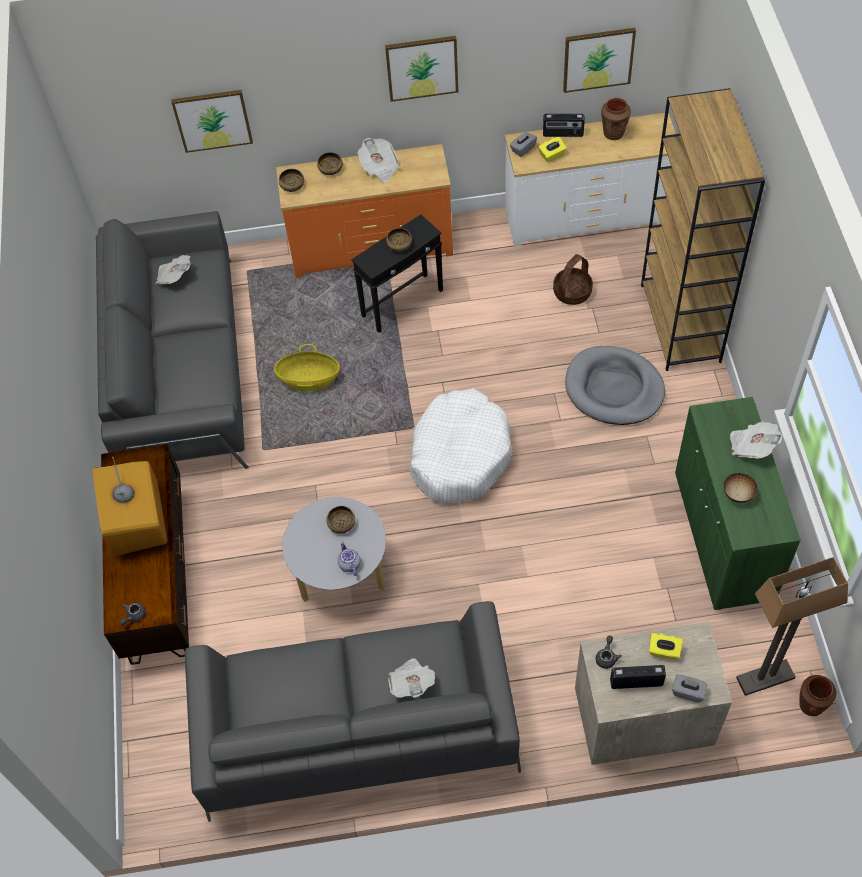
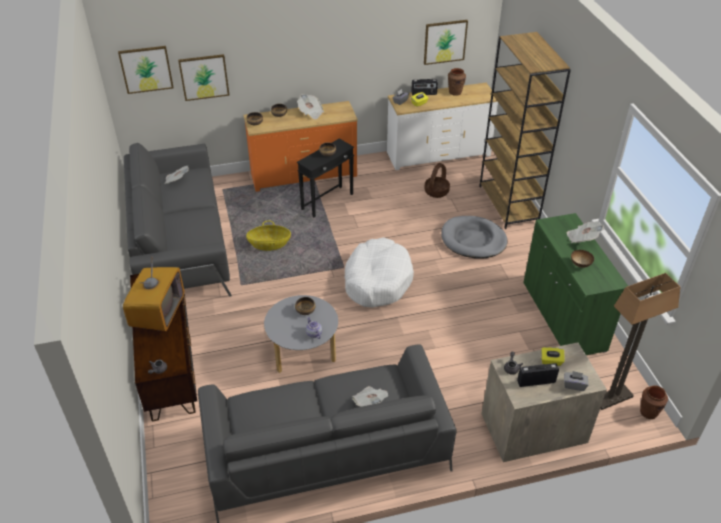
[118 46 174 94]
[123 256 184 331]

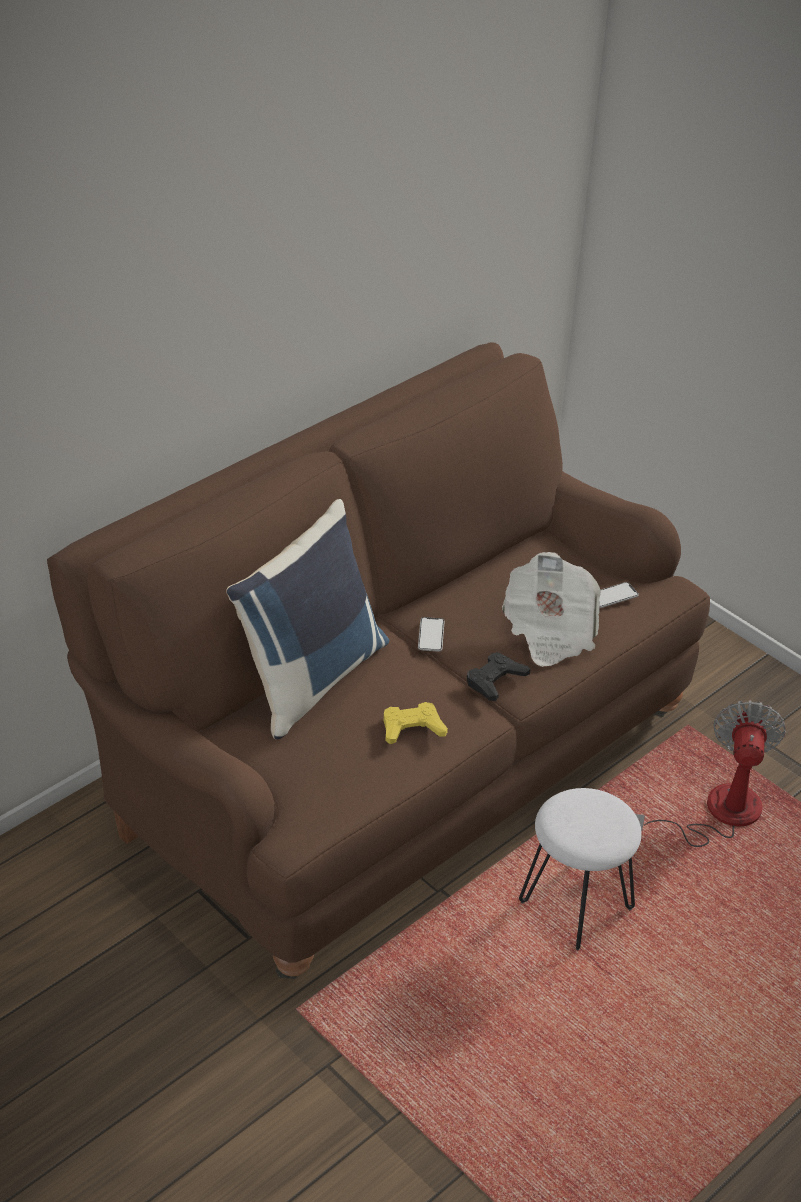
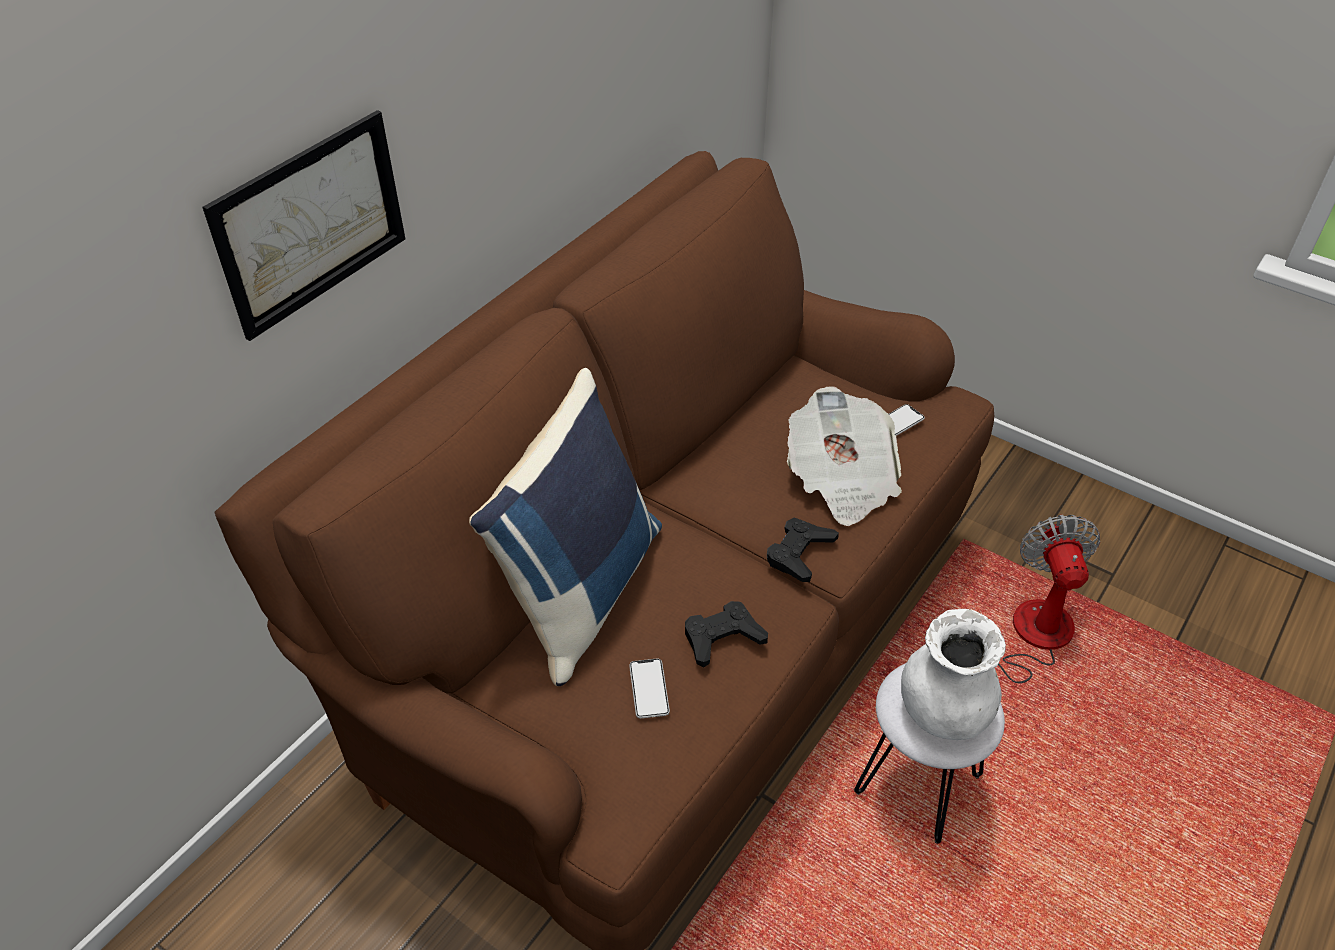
[629 659 670 718]
[685 601 768 668]
[202 110 405 341]
[901 609 1006 740]

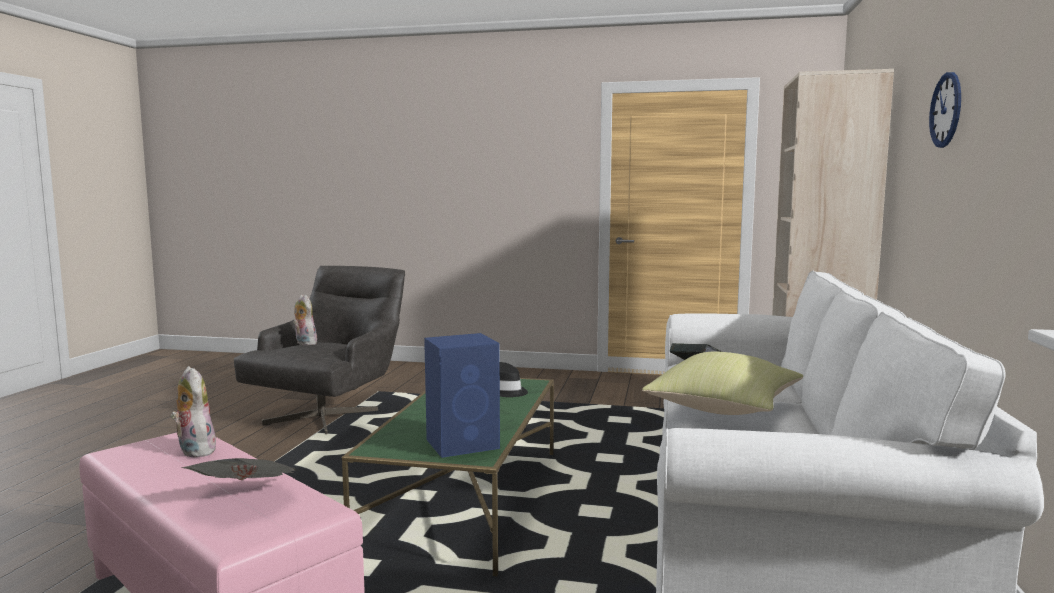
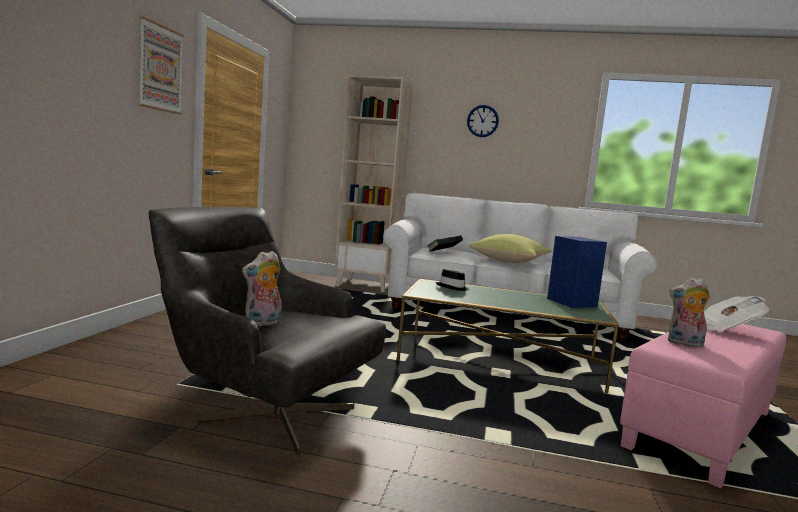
[668 278 710 347]
[139 16 184 114]

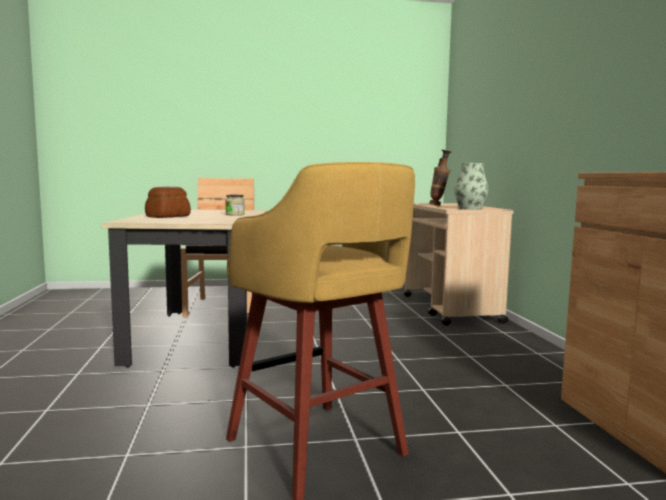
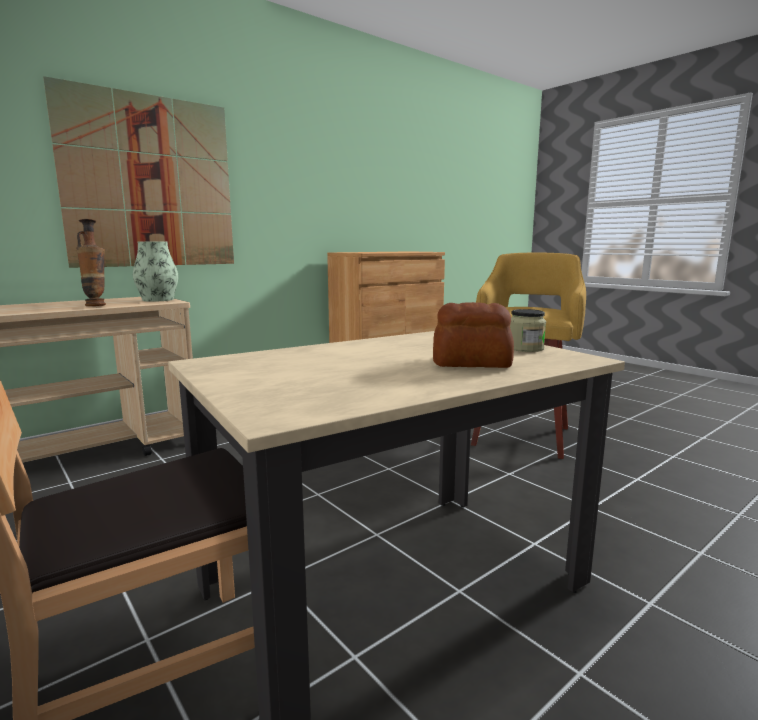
[510 309 546 352]
[43 76 234 268]

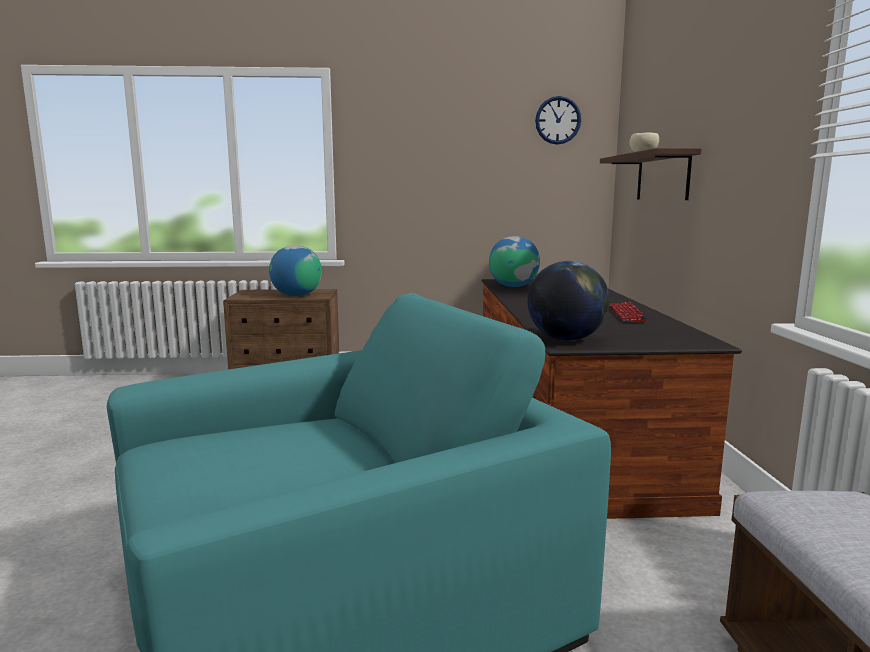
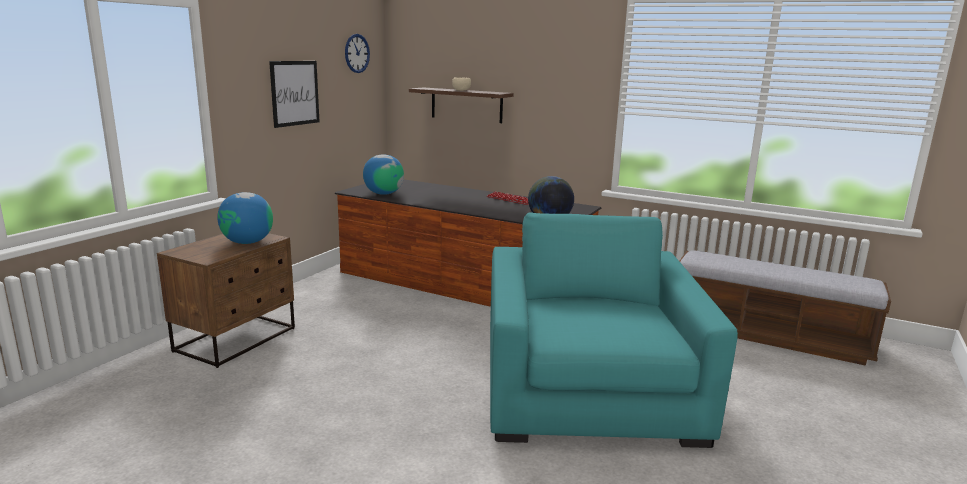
[269 61 319 128]

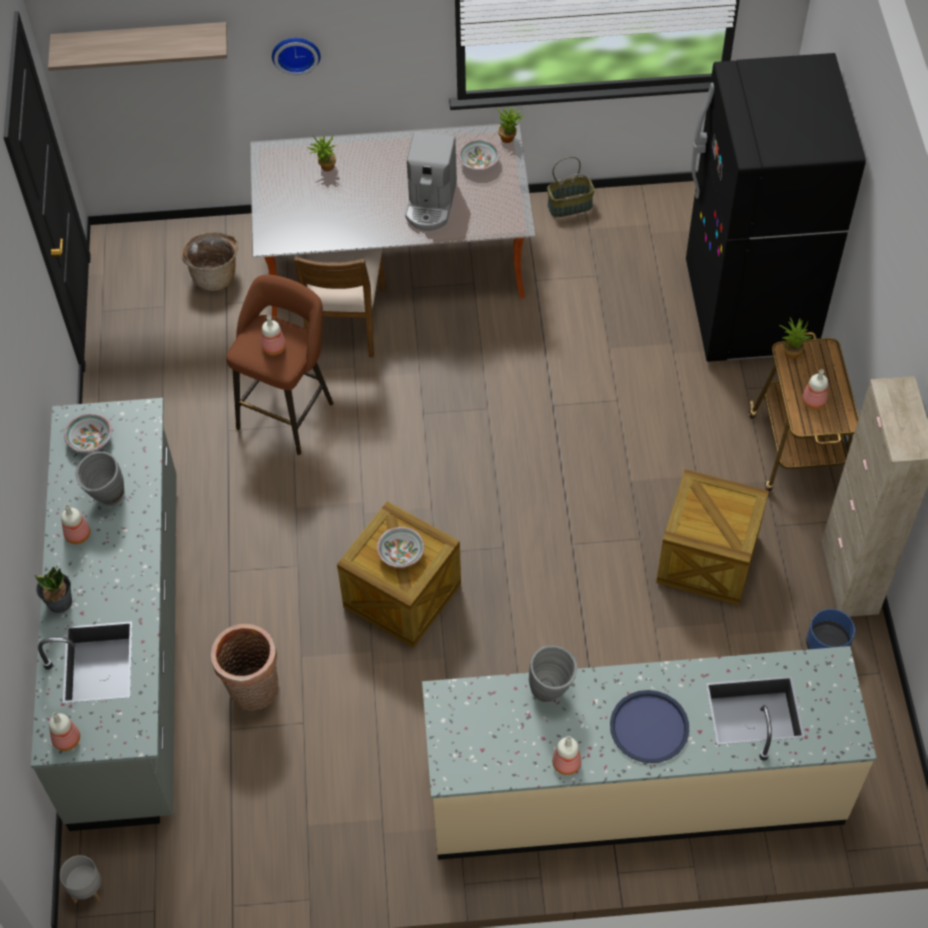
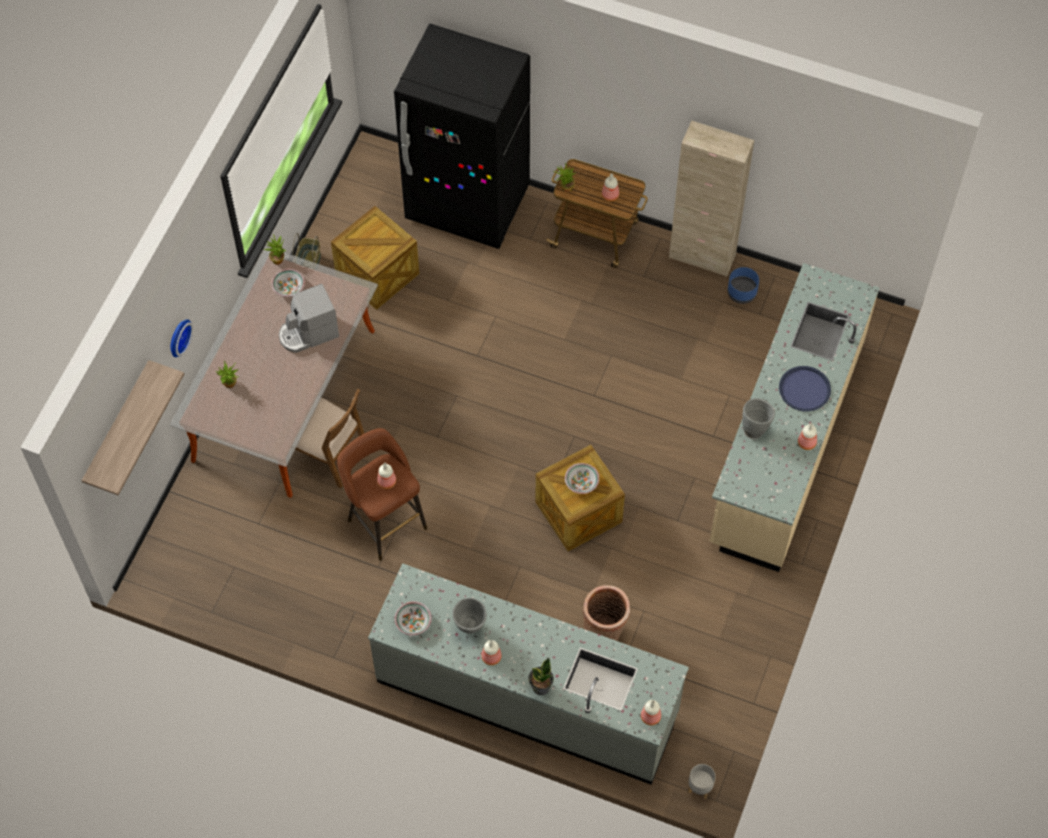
[279 284 339 353]
[182 232 238 291] (first image)
[331 206 419 310]

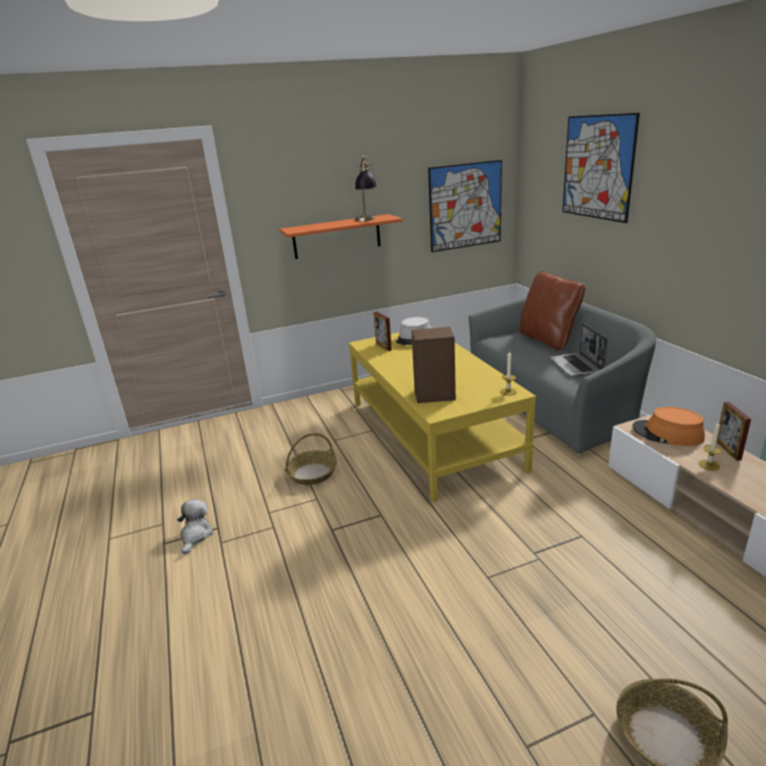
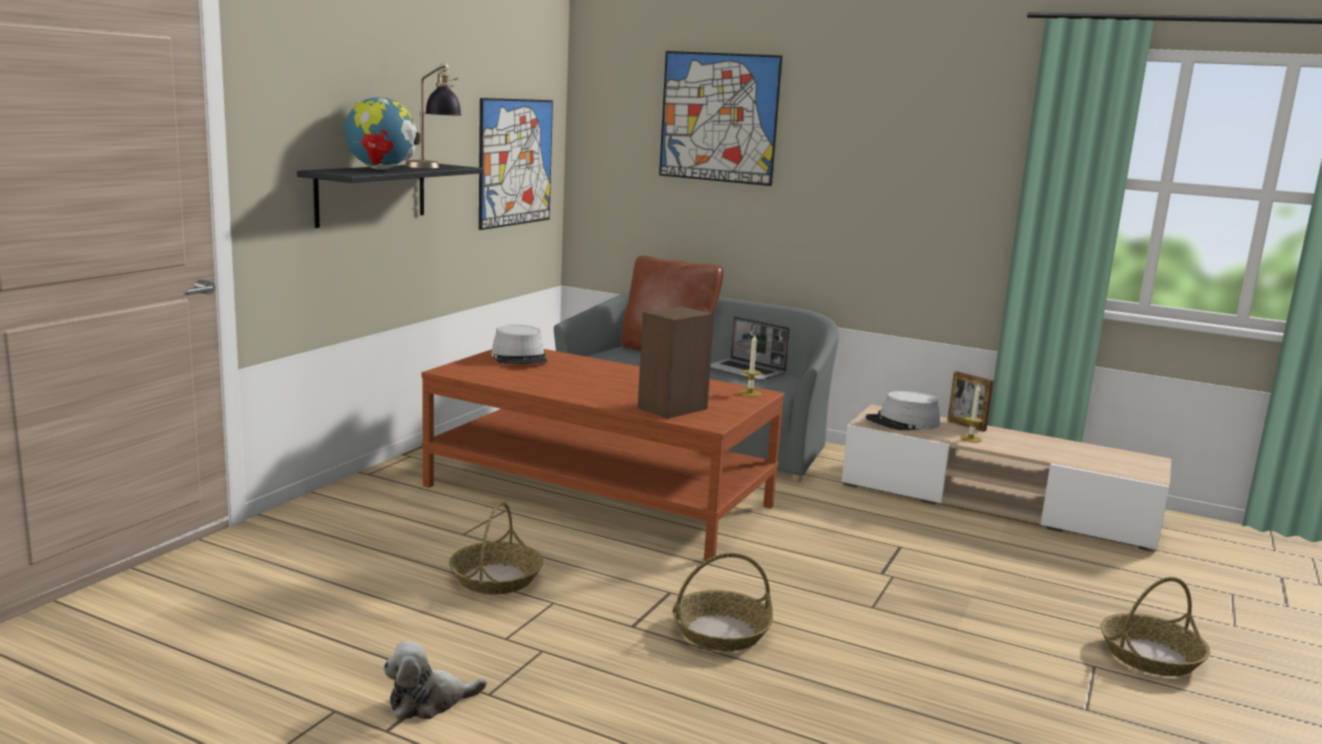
[297 164 484 228]
[374 311 392 351] (first image)
[422 349 784 561]
[865 391 940 430]
[383 641 487 719]
[344 97 420 170]
[672 553 773 651]

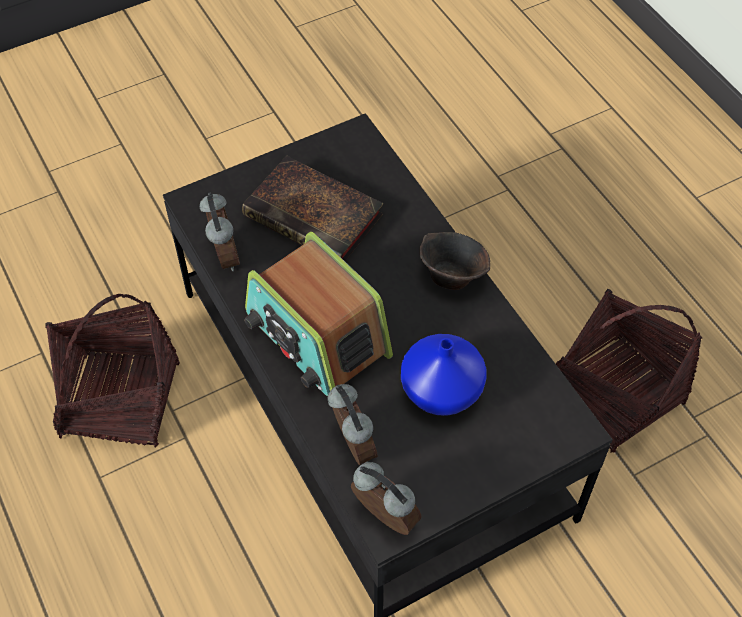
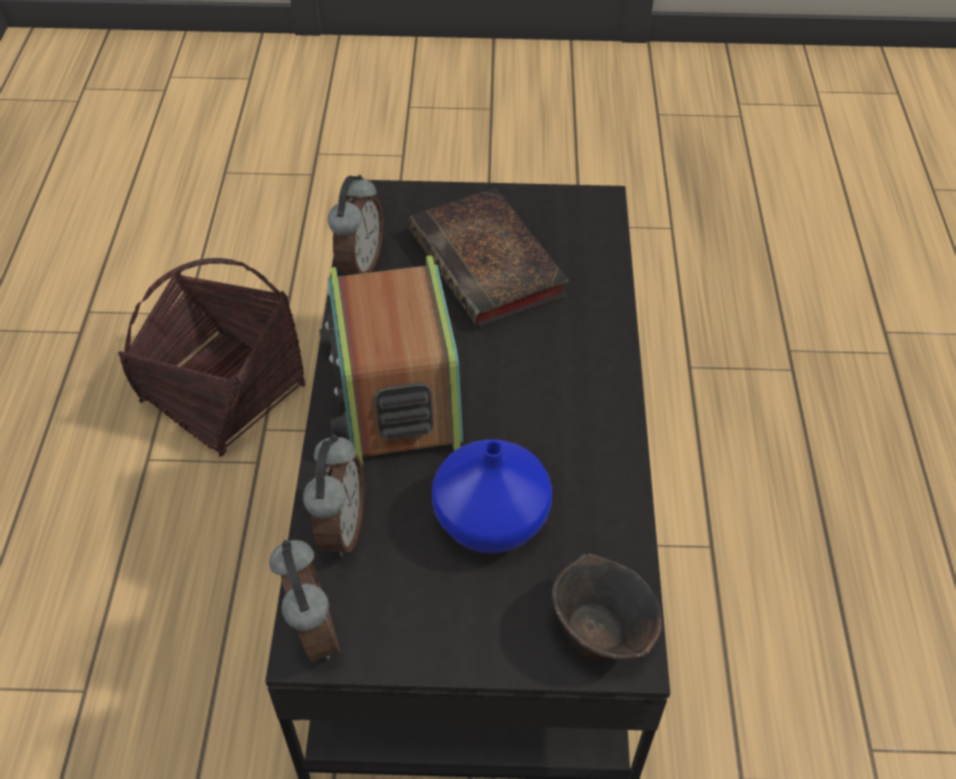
[552 554 662 660]
[556 289 702 452] (first image)

